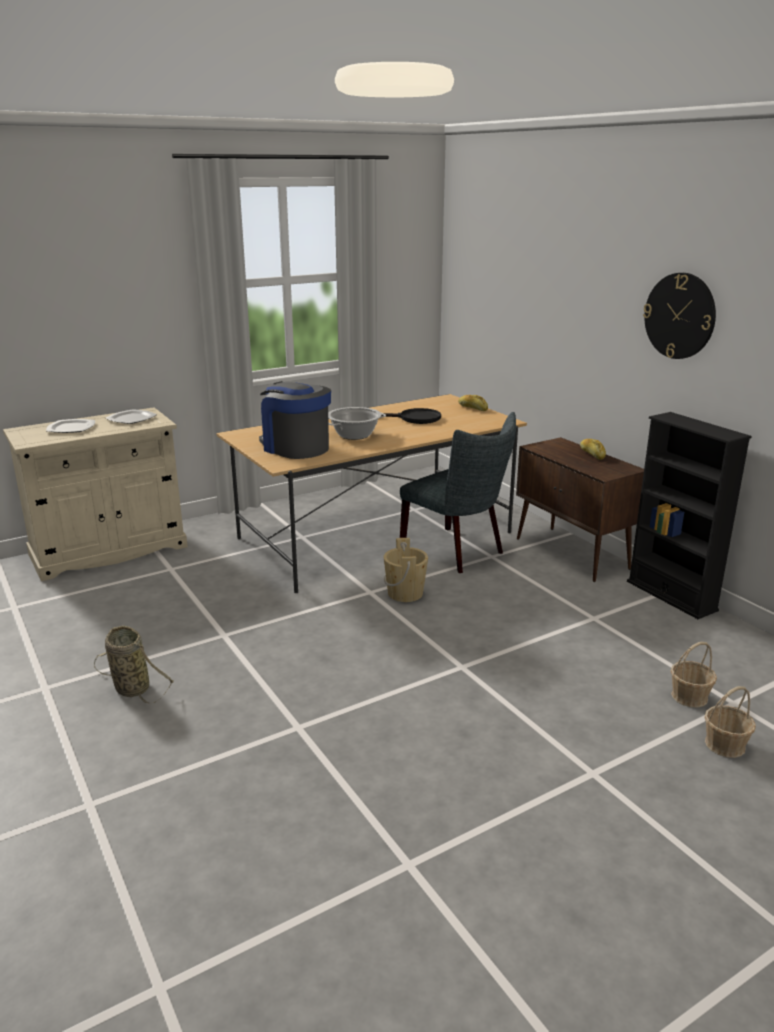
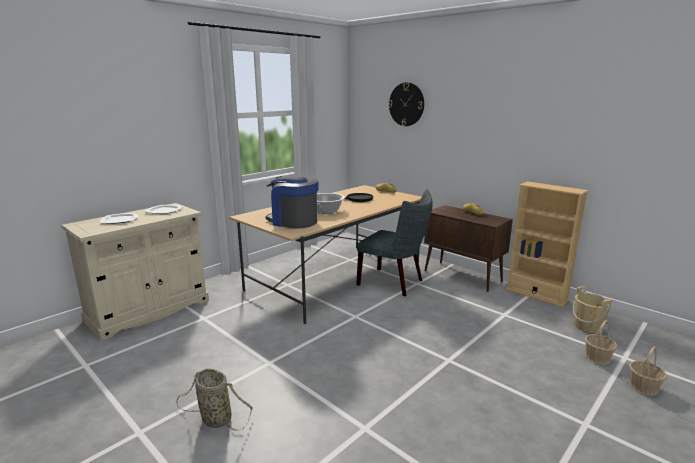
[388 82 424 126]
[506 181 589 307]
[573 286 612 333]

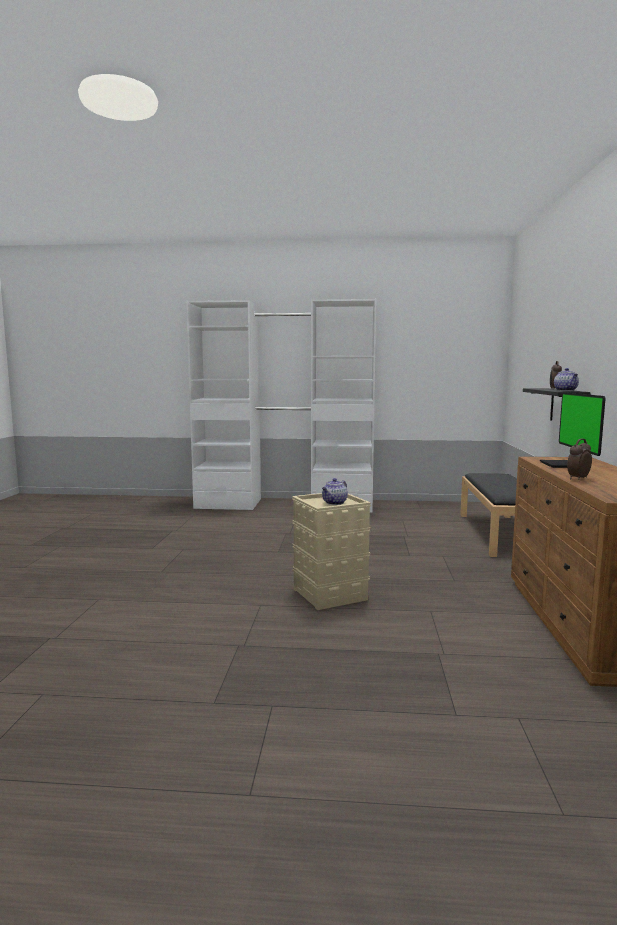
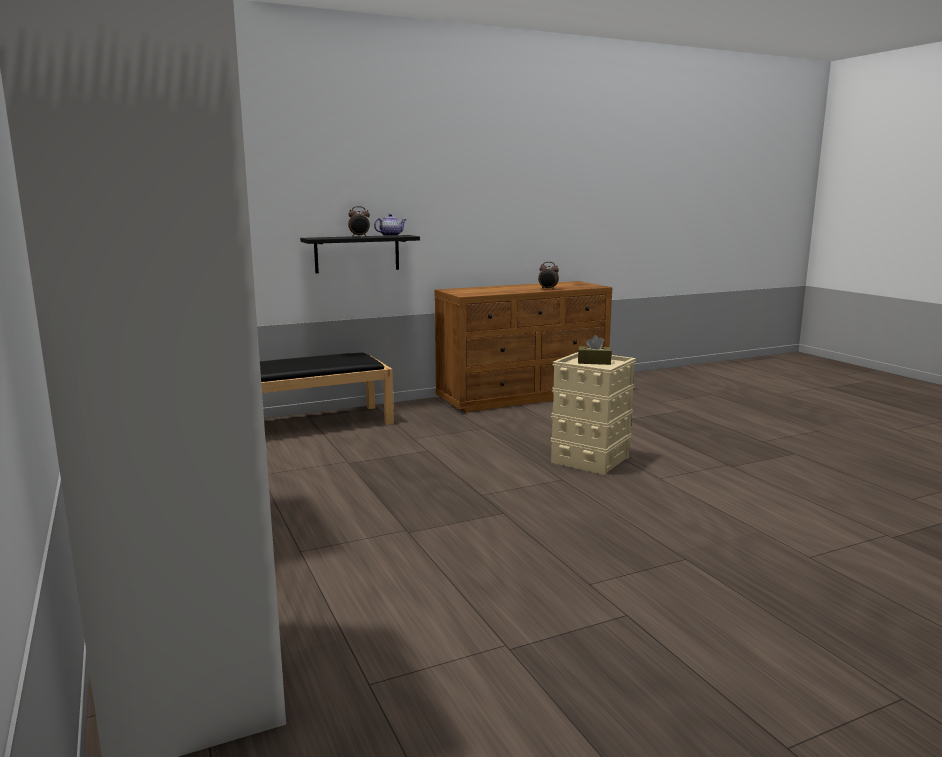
[540 392 606 468] (first image)
[578 335 612 365]

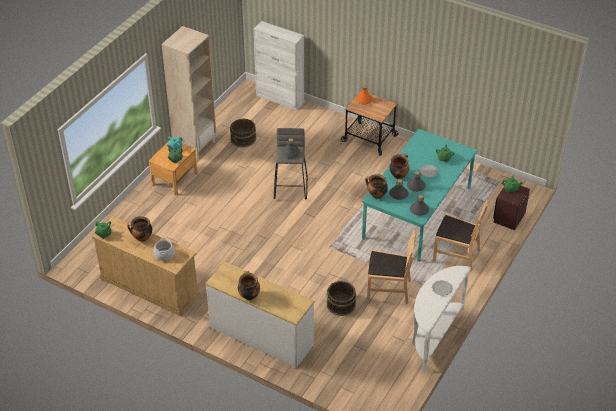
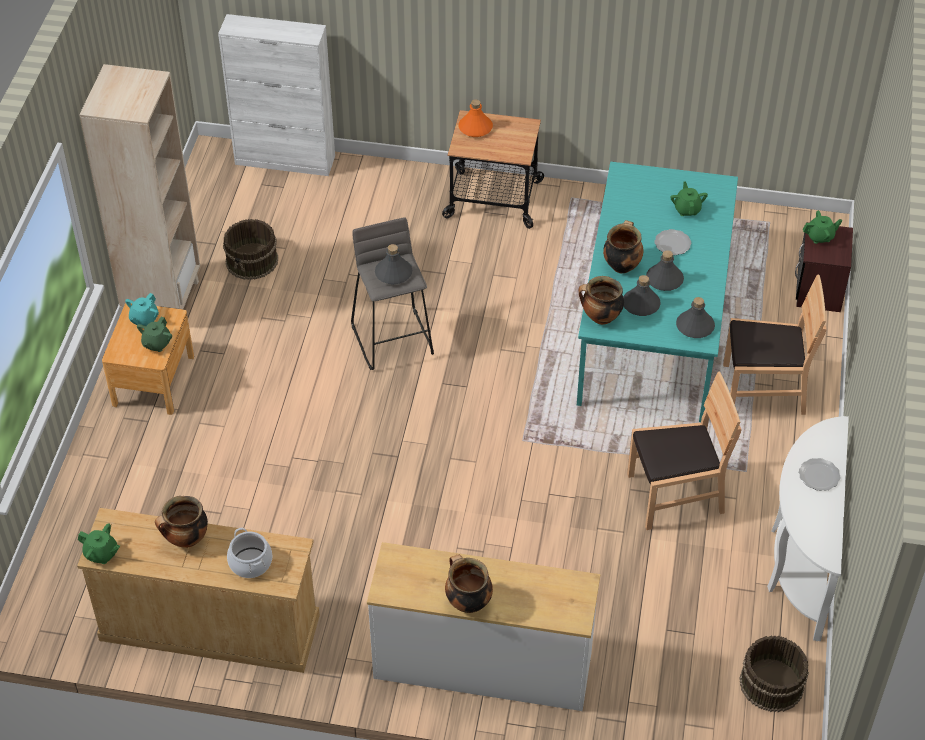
[739 635 809 712]

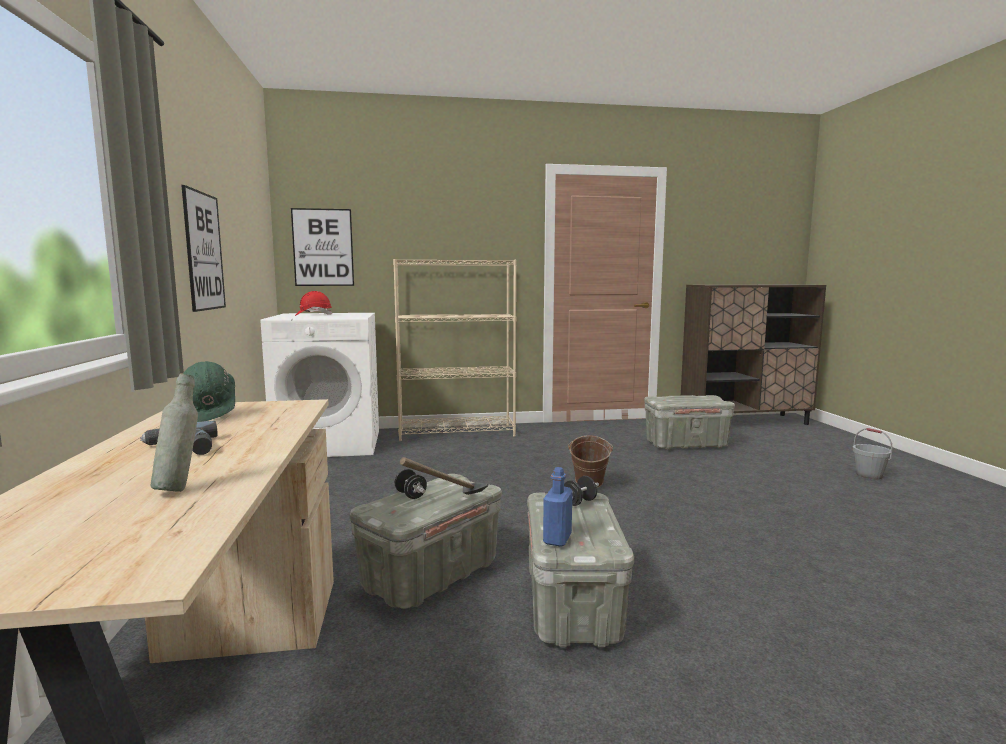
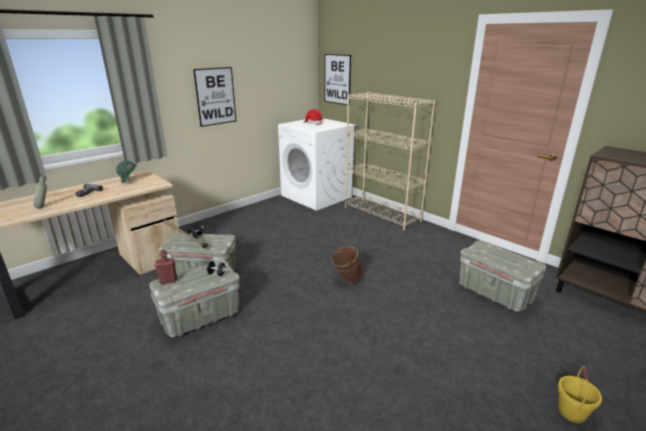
[558 366 602 423]
[155 250 177 284]

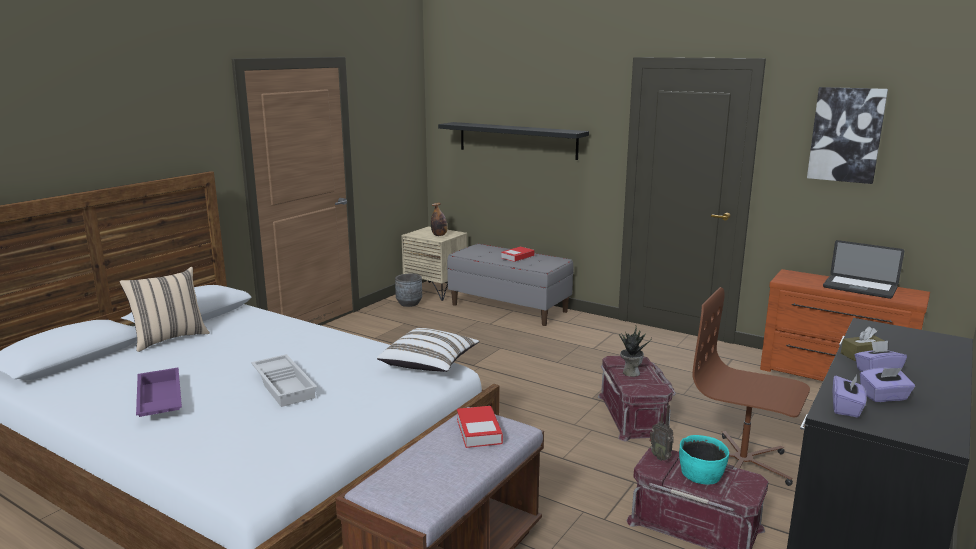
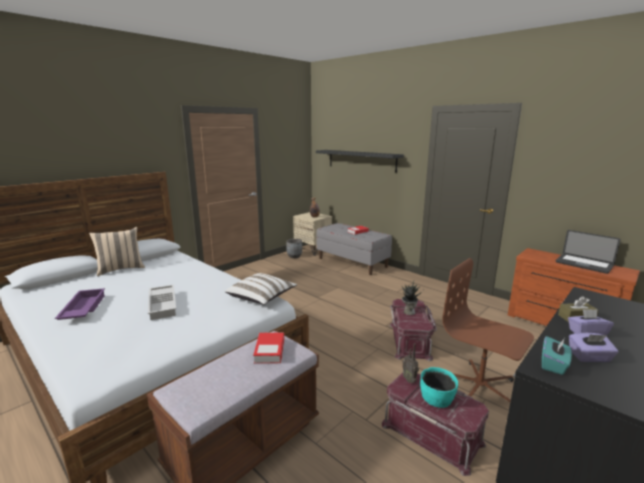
[807 87 888 184] (first image)
[542 336 572 375]

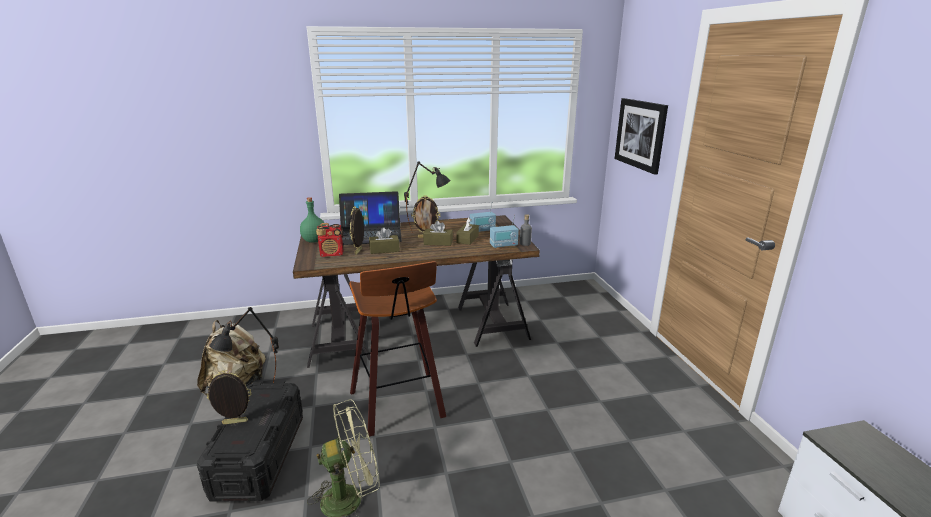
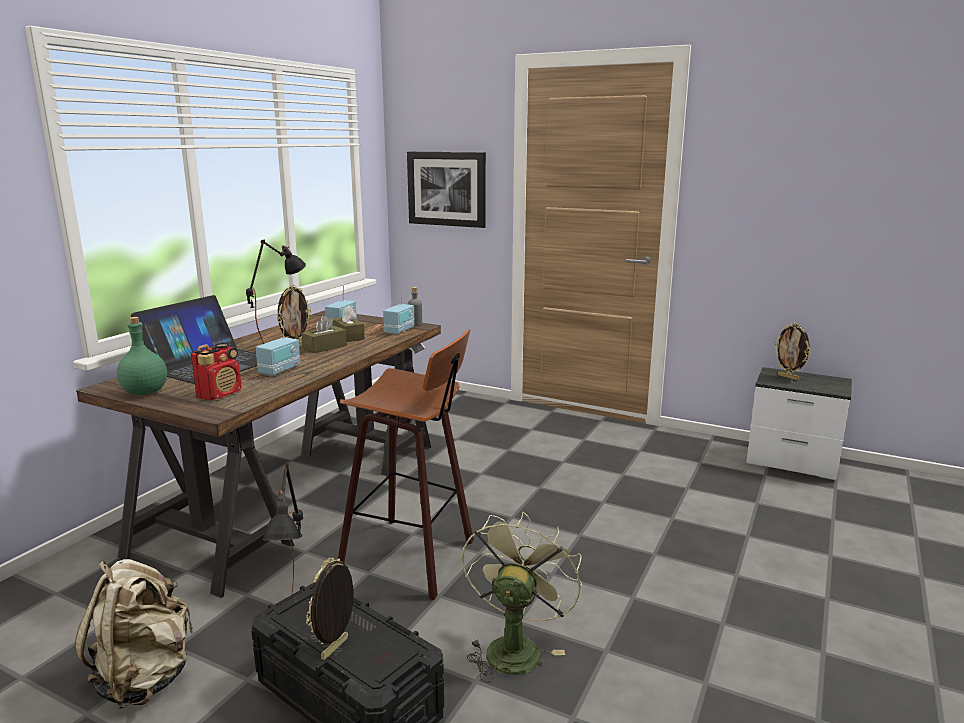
[774 323 811 380]
[256 320 300 376]

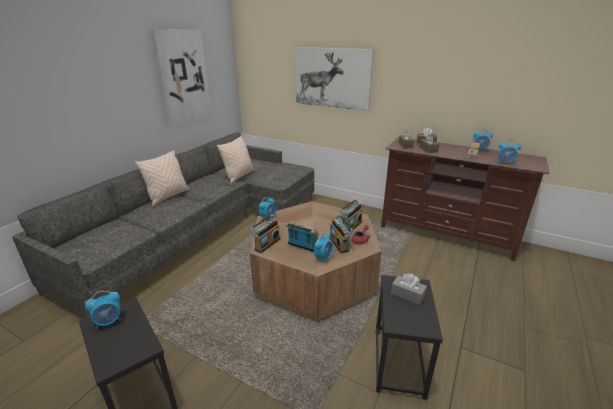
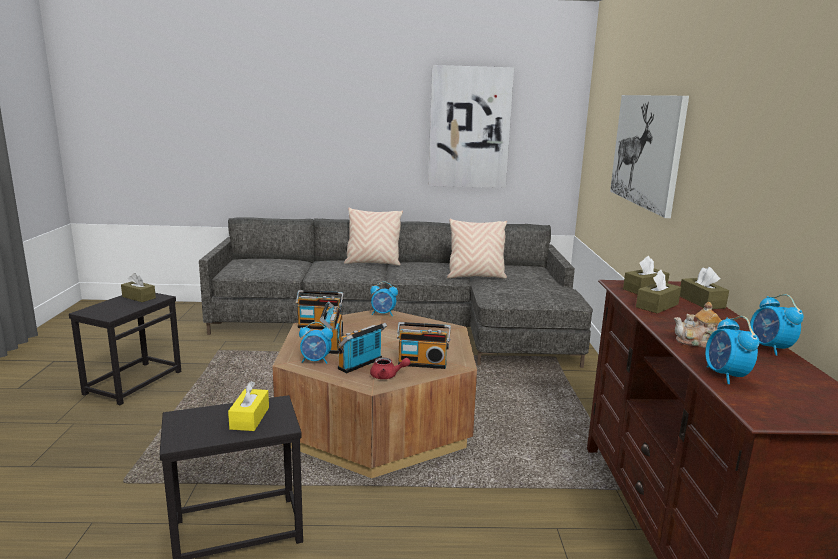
[228 381 269 431]
[121 273 156 302]

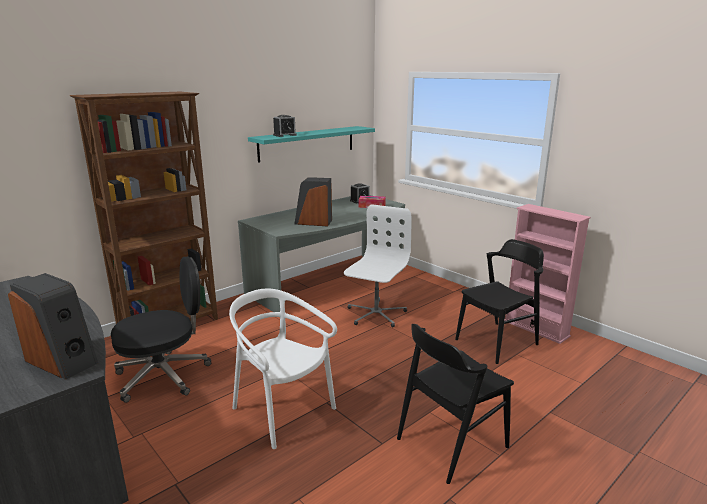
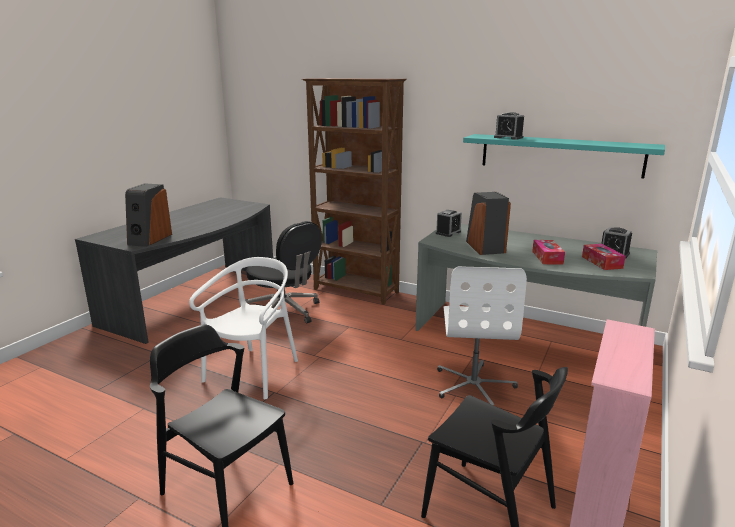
[437 266 527 405]
[436 210 462 237]
[532 240 565 264]

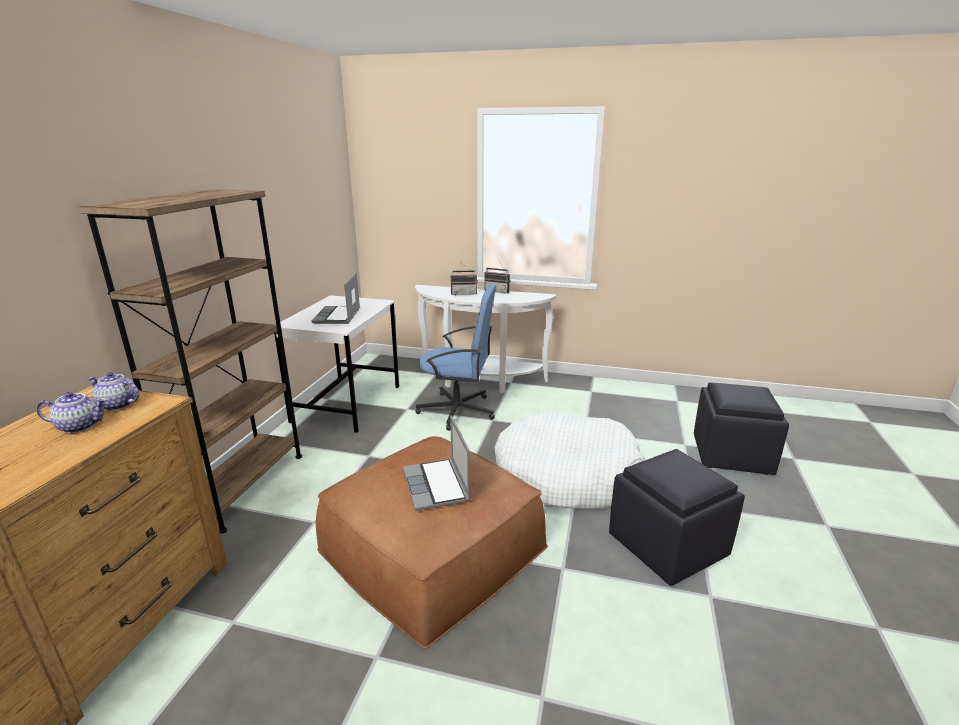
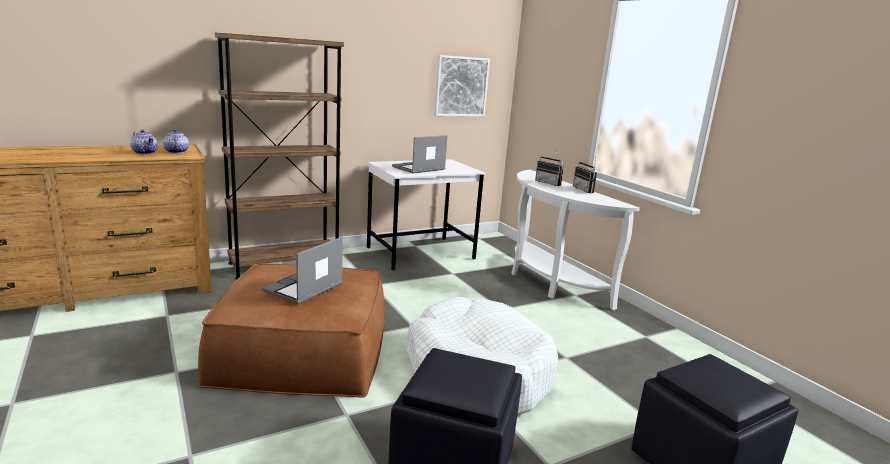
[415 284 496 431] (first image)
[434 55 490 117]

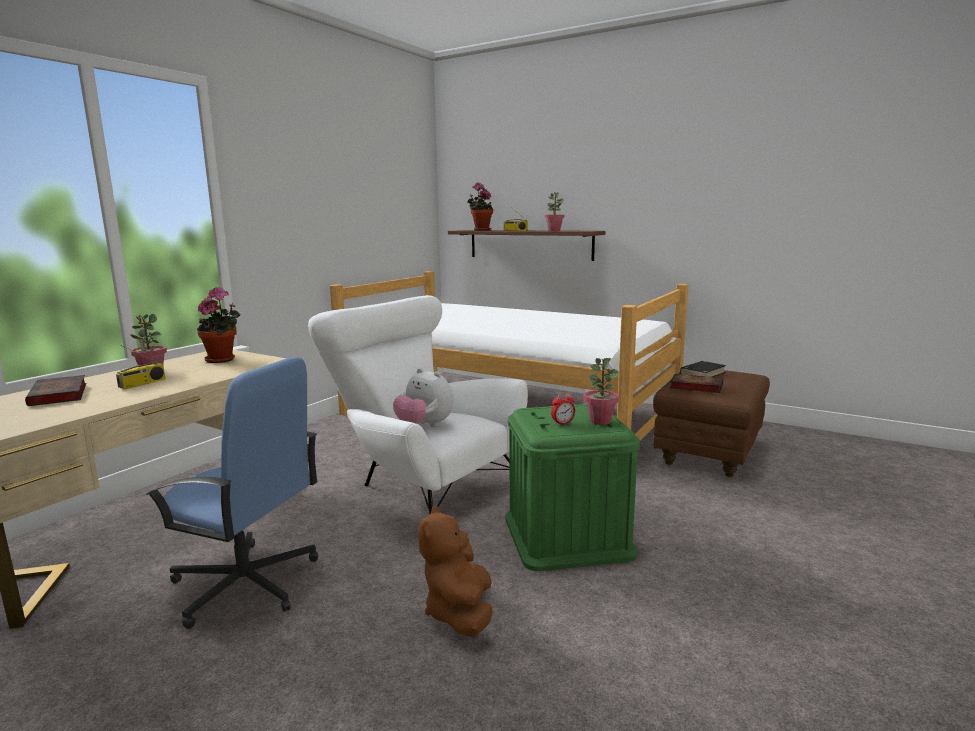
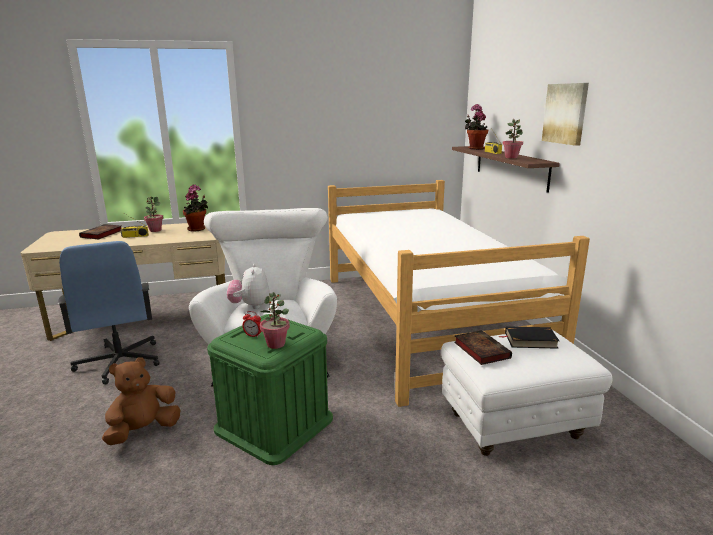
[441 330 612 456]
[542 83 589 146]

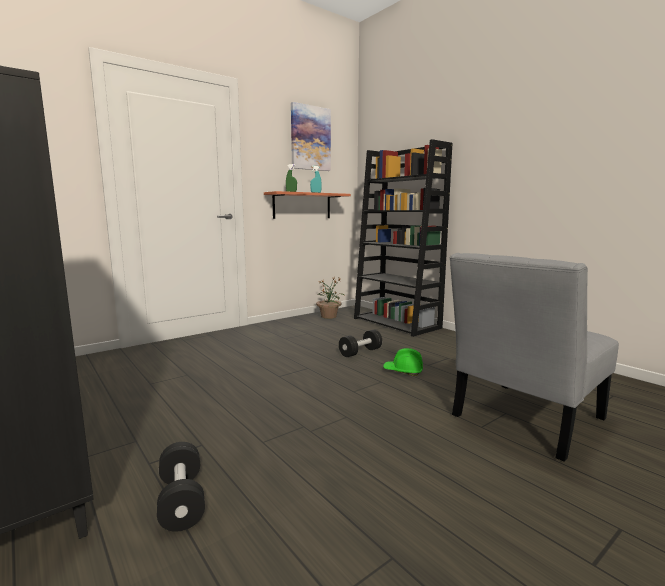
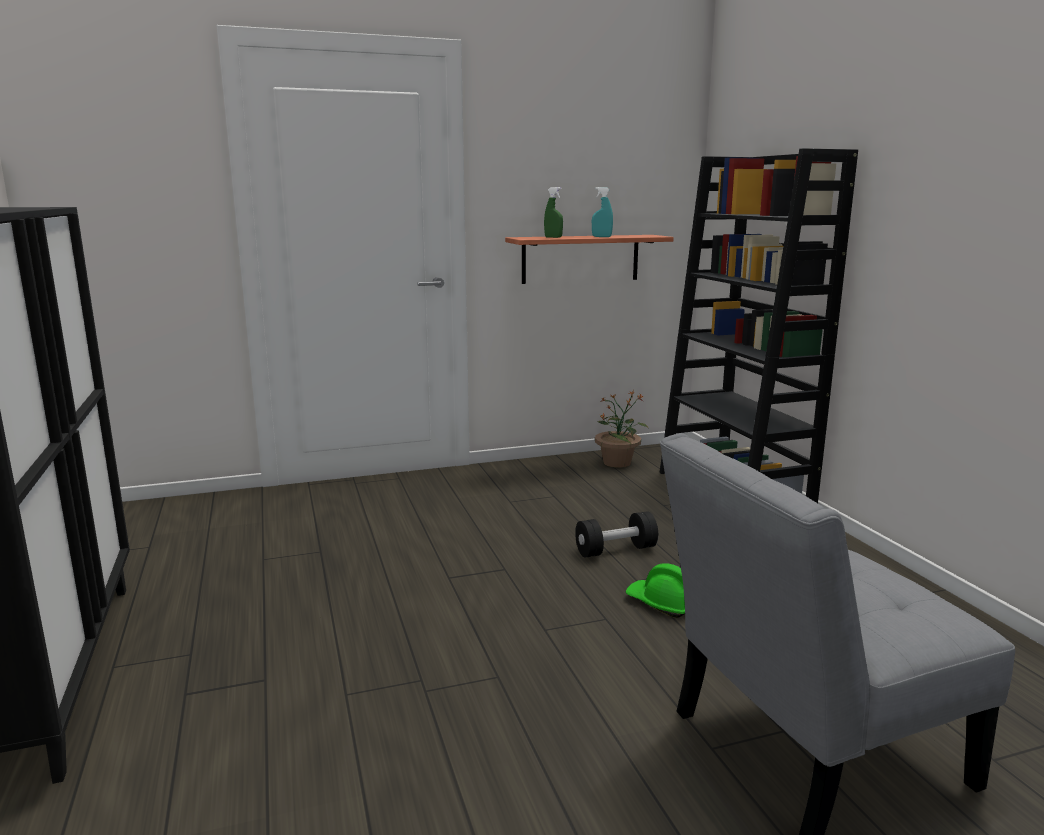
[291 102 331 171] (first image)
[157 442 205 532] (first image)

